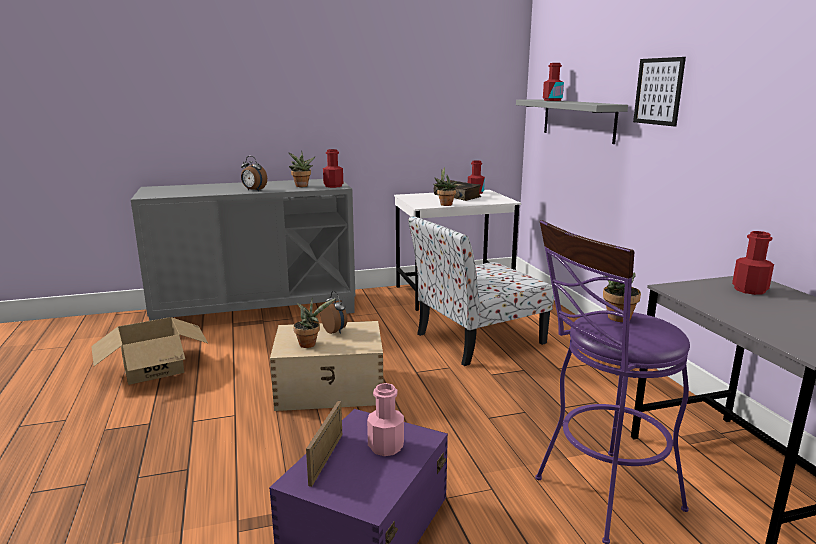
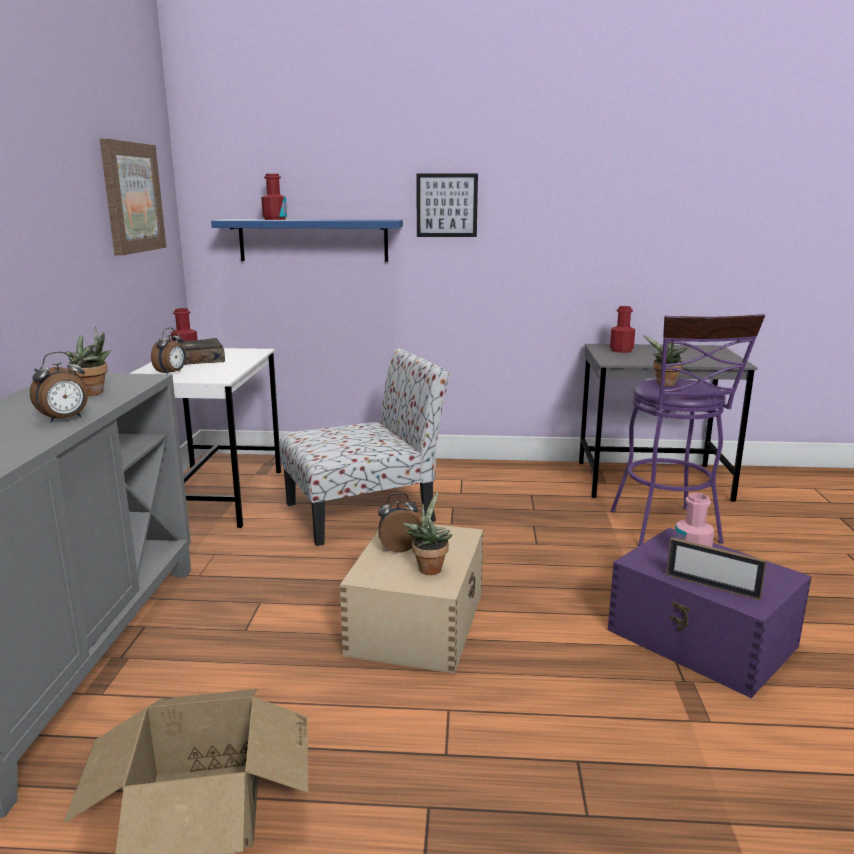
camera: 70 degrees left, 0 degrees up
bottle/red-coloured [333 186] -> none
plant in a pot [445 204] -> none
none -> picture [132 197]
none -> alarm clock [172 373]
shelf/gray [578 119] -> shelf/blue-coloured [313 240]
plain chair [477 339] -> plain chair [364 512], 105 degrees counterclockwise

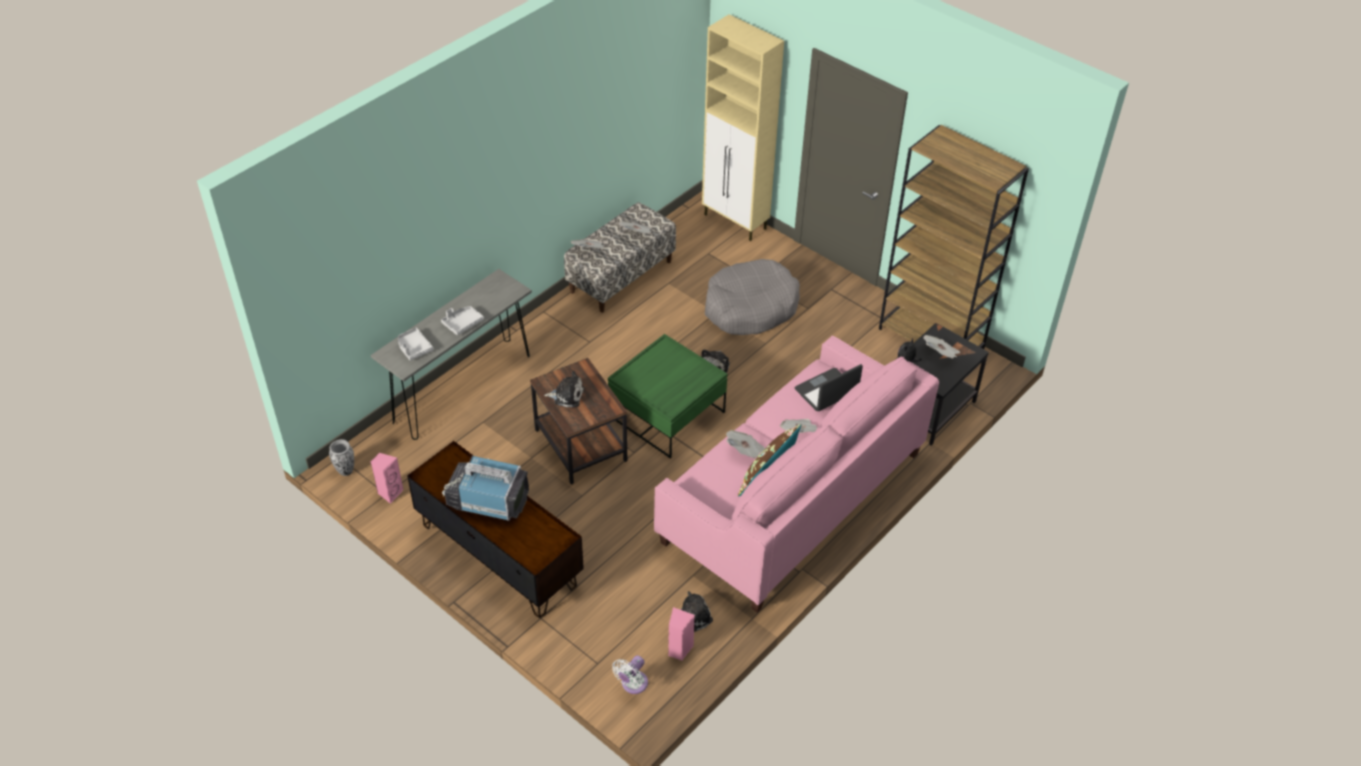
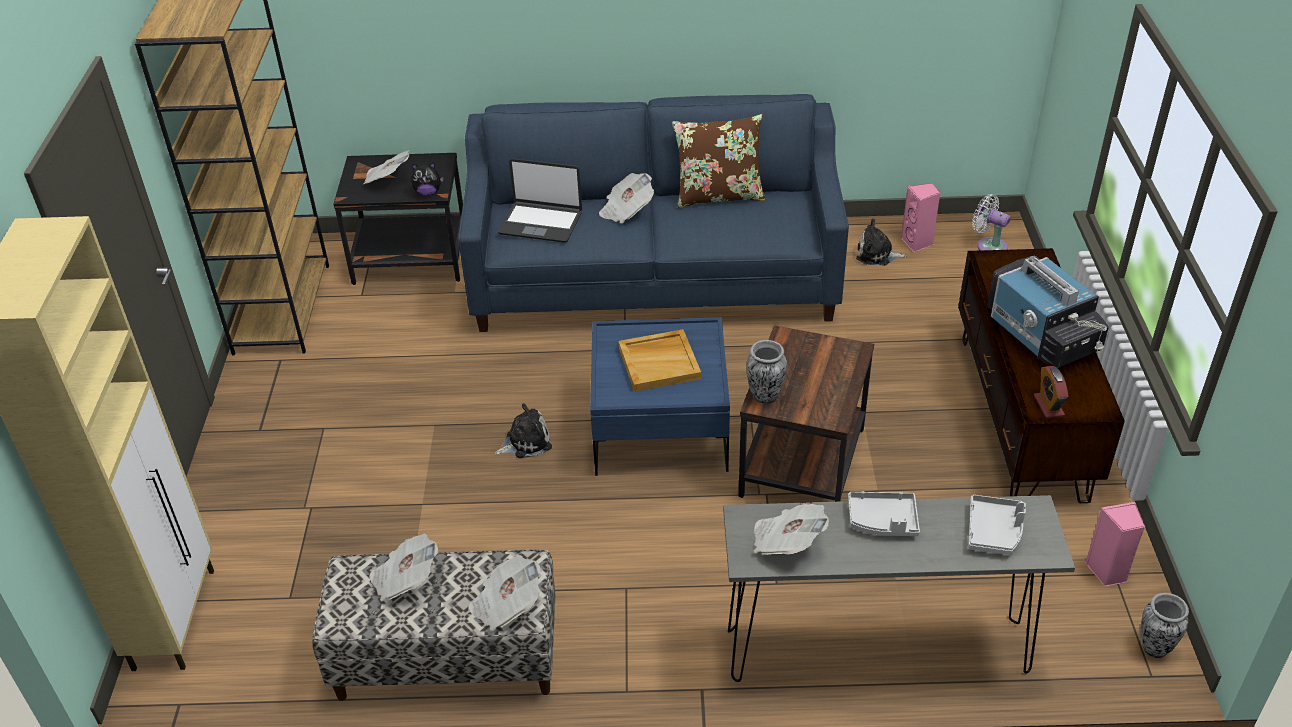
camera: 130 degrees left, 5 degrees down
cuddly toy [567 395] -> none
pet bed/gray [750 308] -> none
none -> tray/beige [659 362]
none -> vase [765 396]
none -> alarm clock [1048 406]
newspaper [745 451] -> newspaper [787 542], moved
low table/green-coloured [667 414] -> low table/blue-coloured [660 427]
sofa/pinkish [792 497] -> sofa/blue-coloured [654 276]
cooling fan/white-coloured [632 684] -> cooling fan/white-coloured [989 246], 135 degrees counterclockwise

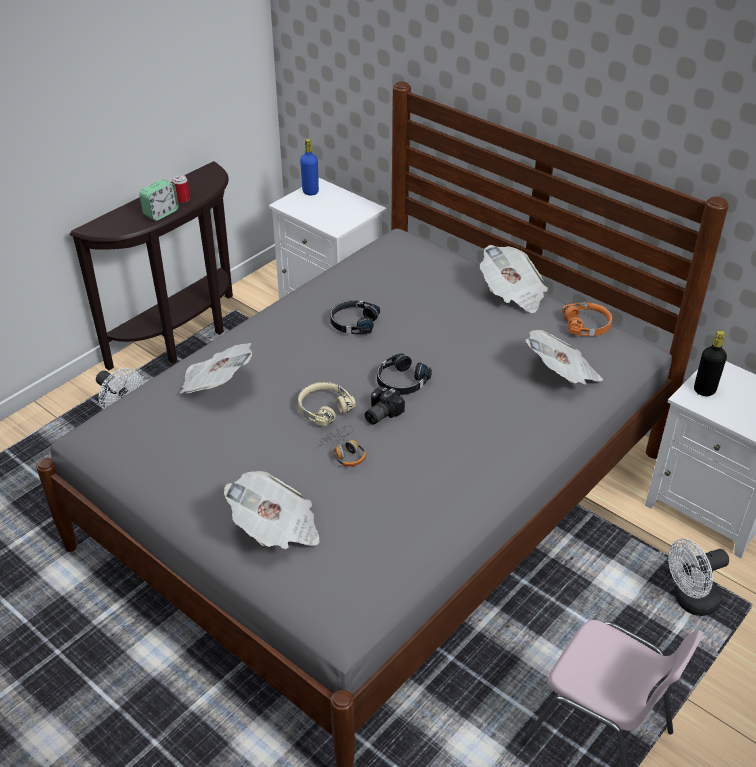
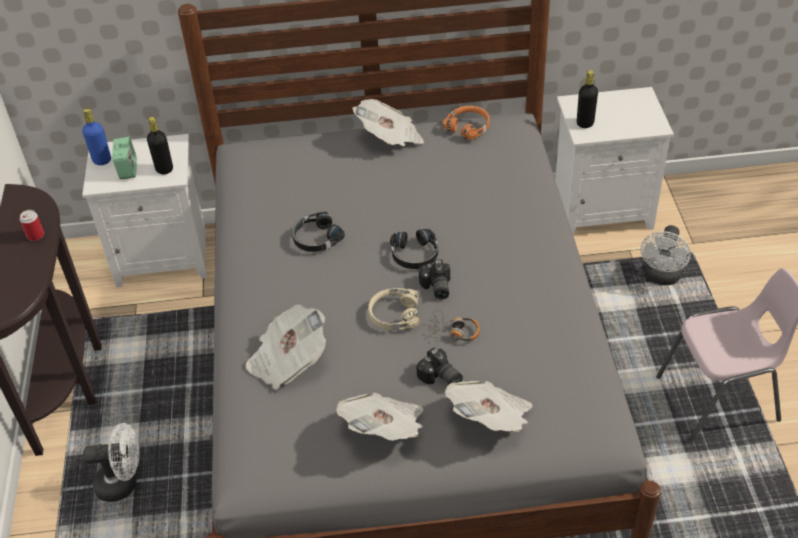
camera: 45 degrees left, 5 degrees up
none -> bottle/black [164 169]
none -> photo camera [440 378]
alarm clock [161 213] -> alarm clock [128 170], moved
newspaper [562 375] -> newspaper [385 429], moved

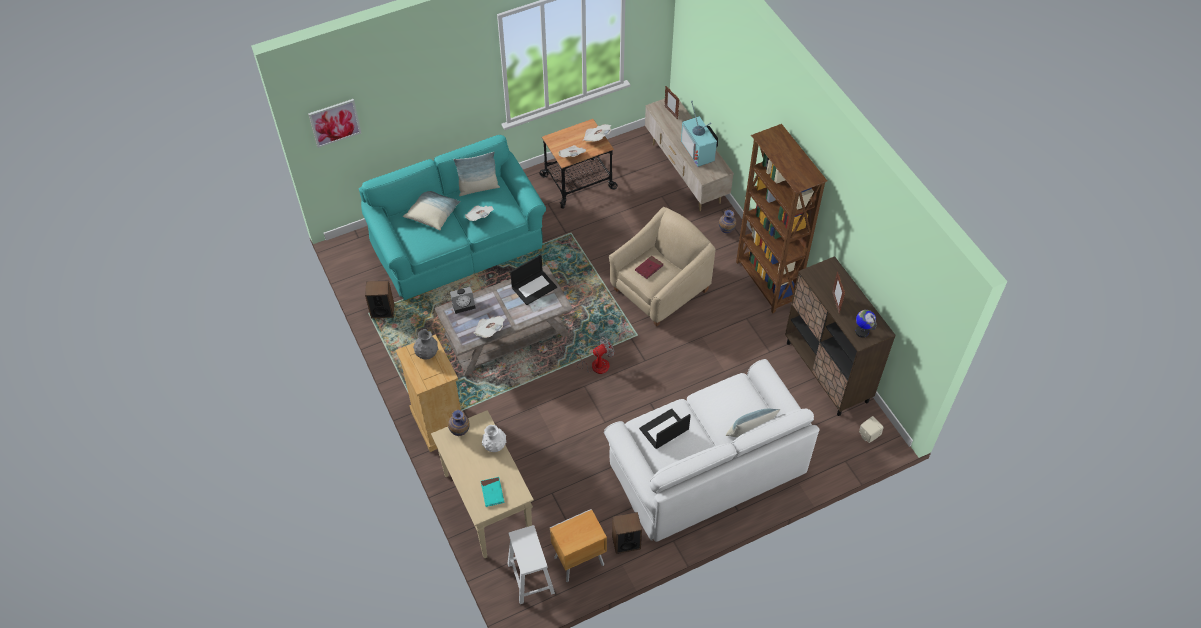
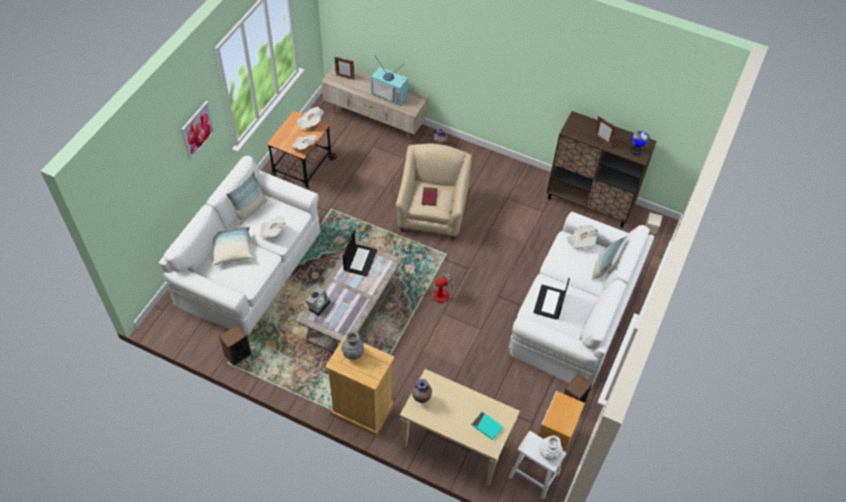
camera: 40 degrees left, 0 degrees up
bookcase/brownish [766 283] -> none
picture [335 122] -> picture [197 129], moved
newspaper [489 331] -> newspaper [581 241], moved
vase/white-coloured [494 446] -> vase/white-coloured [549 453], moved
sofa/turquoise [457 242] -> sofa/white-coloured [250 265]
cooling fan [593 364] -> cooling fan [435 293], 45 degrees clockwise

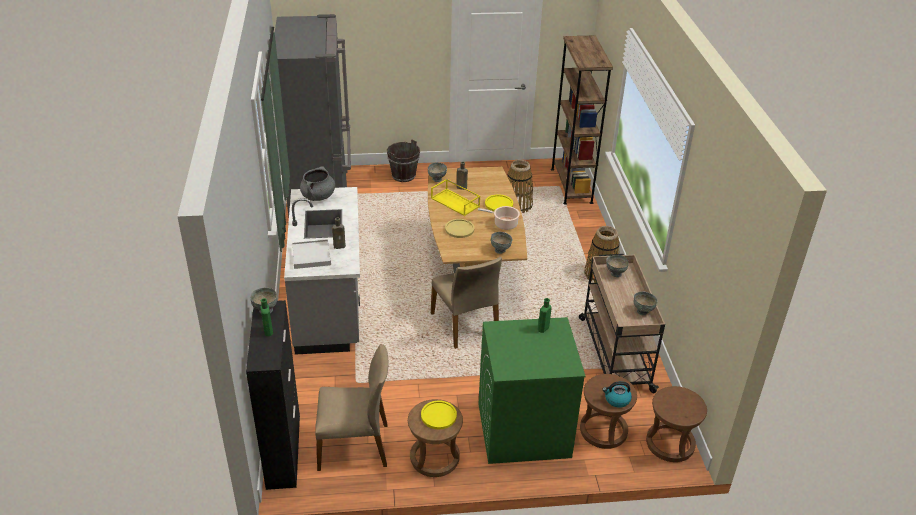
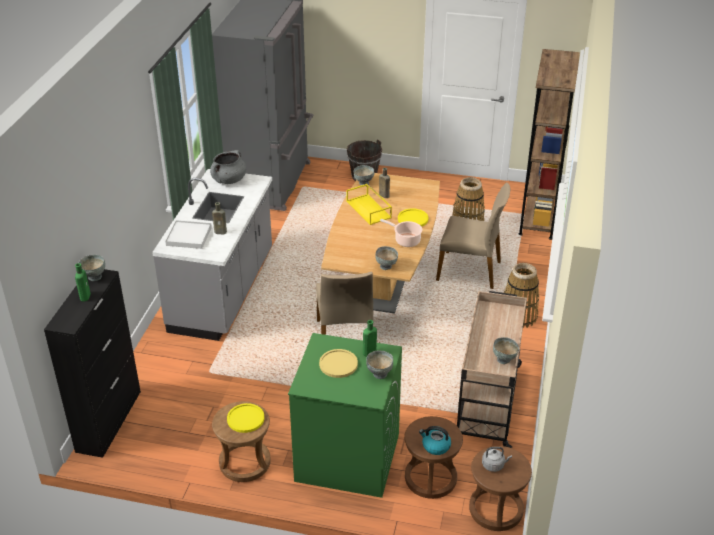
camera: 20 degrees right, 0 degrees up
none -> kettle/gray [494 465]
plain chair/beige [354 446] -> plain chair/beige [470 271], moved
dinner plate/yellowish [459 229] -> dinner plate/yellowish [338 364], moved
deep dish/gray [615 274] -> deep dish/gray [379 374], moved

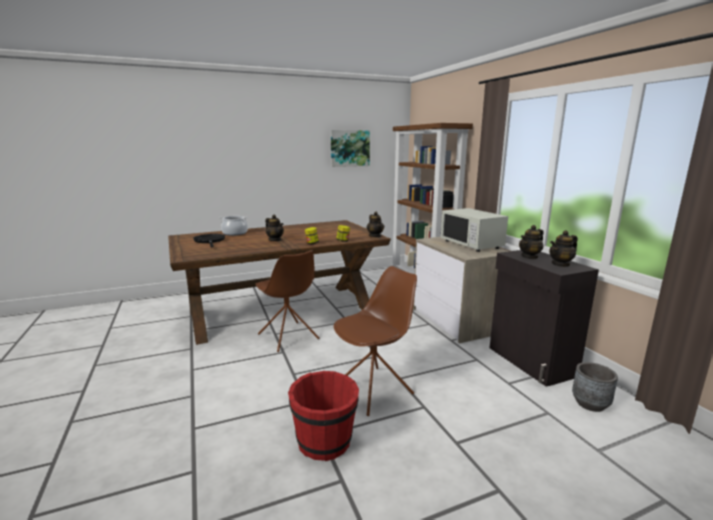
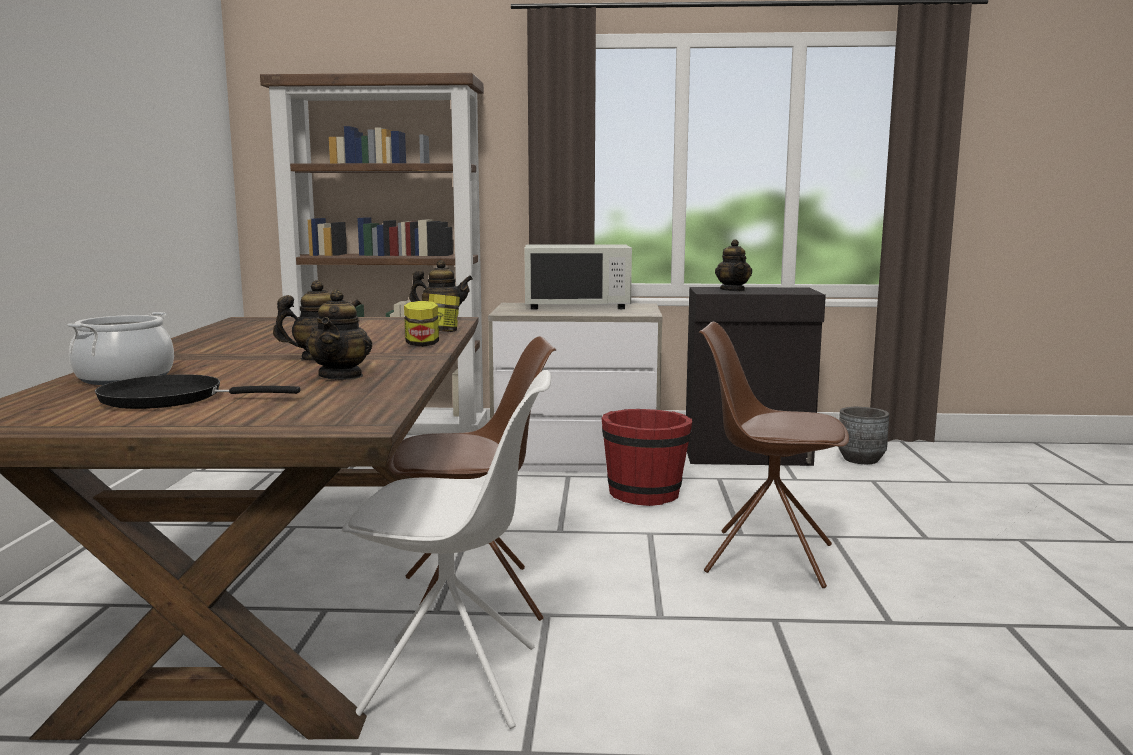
camera: 65 degrees left, 5 degrees down
picture [349 148] -> none
none -> plain chair/white-coloured [454 683]
pail/red-coloured [325 441] -> pail/red-coloured [645 494], moved
pot for tea [561 264] -> pot for tea [341 376], moved
plain chair/brownish [374 390] -> plain chair/brownish [766 558], 60 degrees counterclockwise

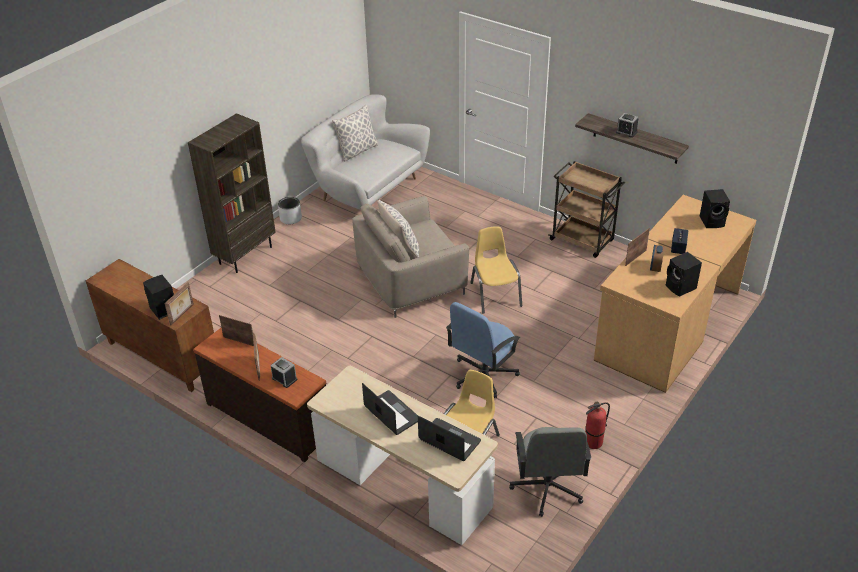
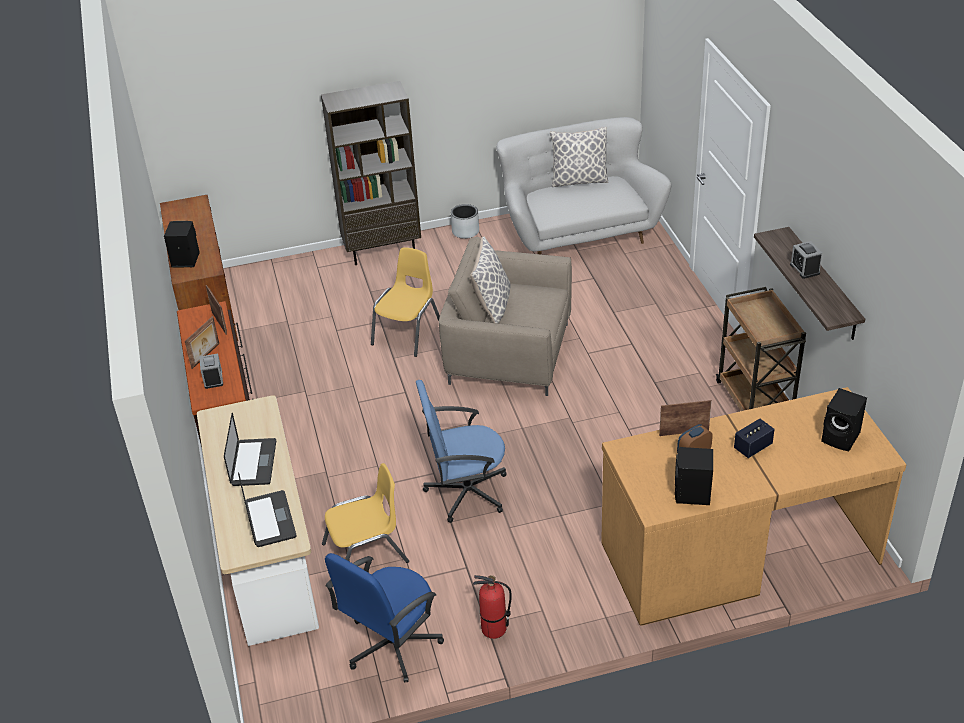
camera: 40 degrees right, 0 degrees up
picture frame [182 314] -> none
plain chair/yellowish [495 294] -> plain chair/yellowish [407 333], moved
desk chair/gray [547 488] -> desk chair/blue-coloured [391 645]

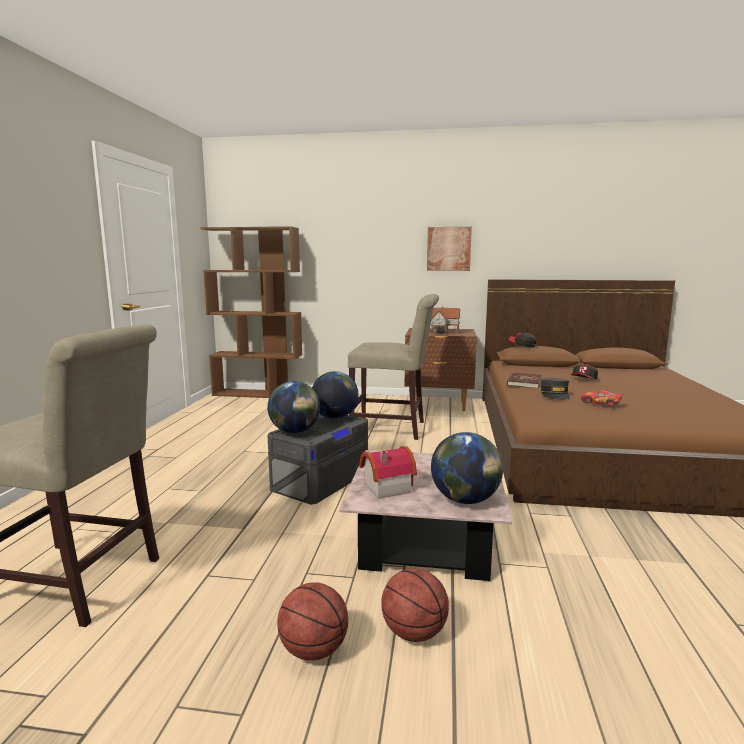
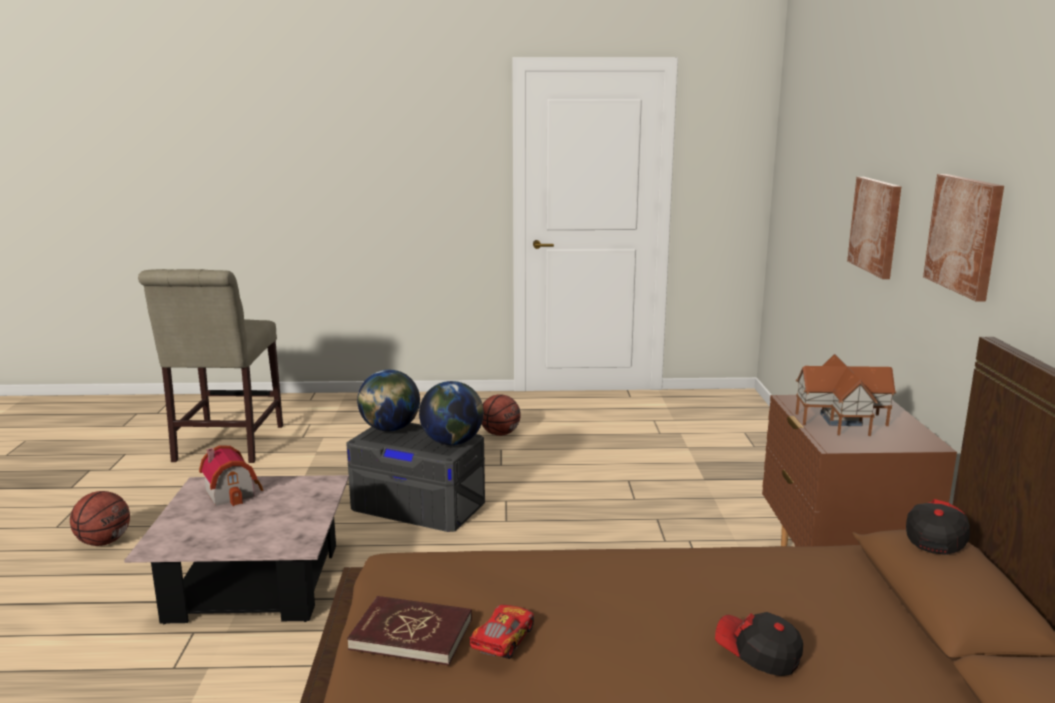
camera: 80 degrees right, 5 degrees up
bookcase/brownish [258 394] -> none
plain chair/beige [393 428] -> none
globe [465 500] -> none
cap/gray [555 395] -> none
none -> picture [876 226]
basketball ball [414 632] -> basketball ball [500 433], moved
volume/red-coloured [524 382] -> volume/red-coloured [411 634], moved

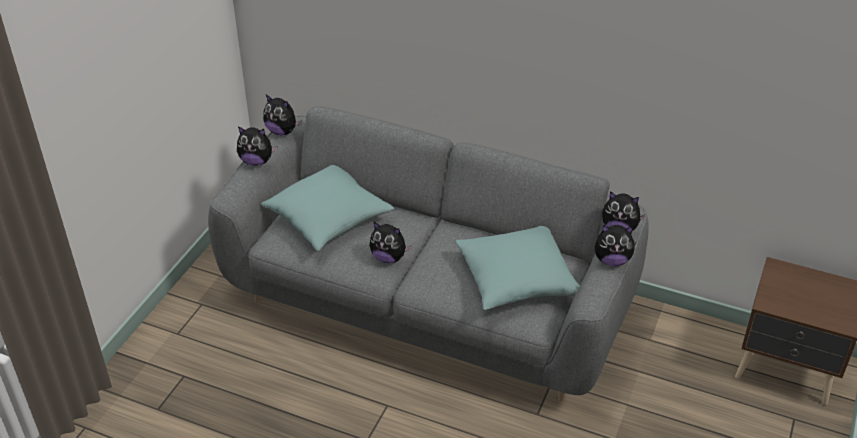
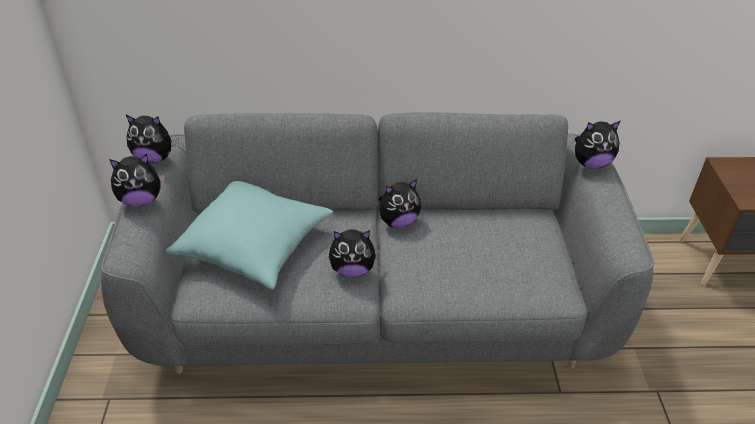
camera: 25 degrees left, 0 degrees up
cushion/turquoise [516 279] -> none
cuddly toy [612 260] -> cuddly toy [398 222], moved

